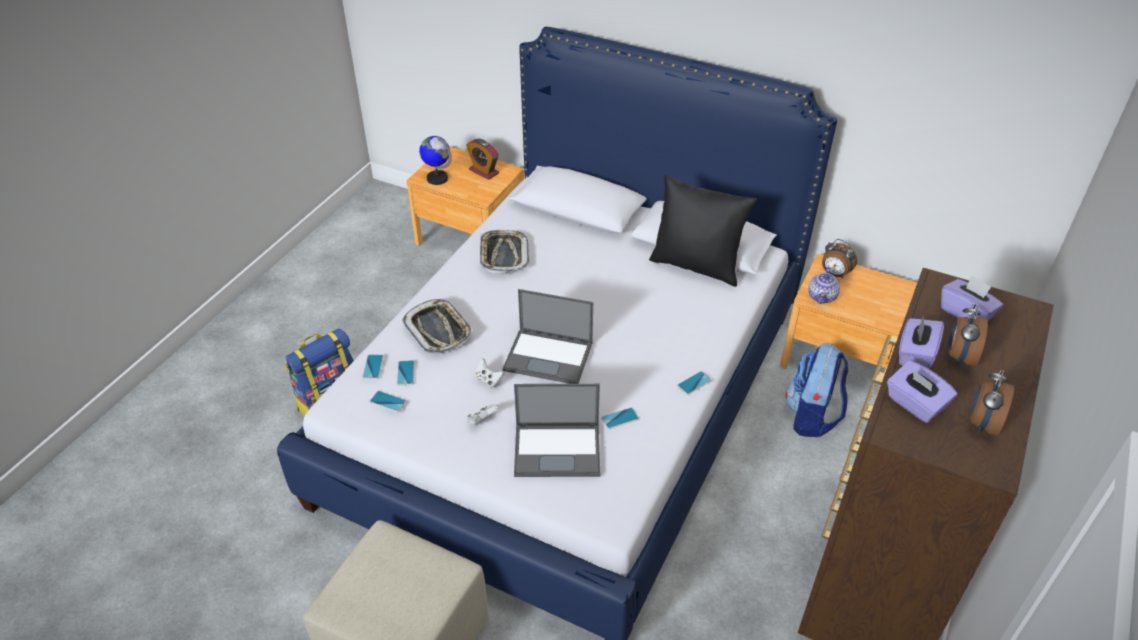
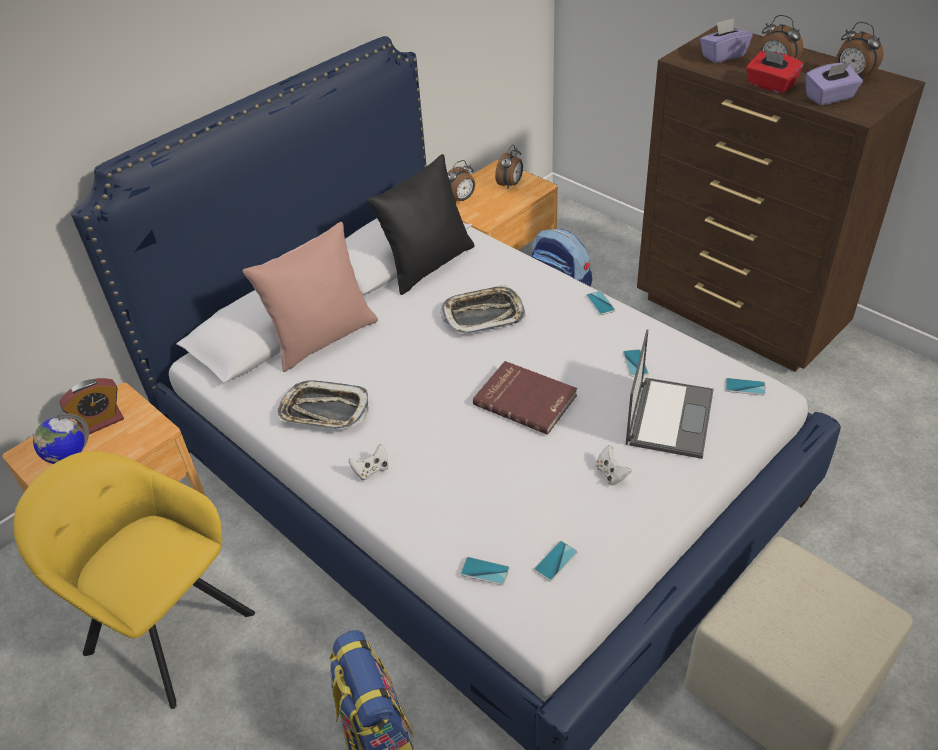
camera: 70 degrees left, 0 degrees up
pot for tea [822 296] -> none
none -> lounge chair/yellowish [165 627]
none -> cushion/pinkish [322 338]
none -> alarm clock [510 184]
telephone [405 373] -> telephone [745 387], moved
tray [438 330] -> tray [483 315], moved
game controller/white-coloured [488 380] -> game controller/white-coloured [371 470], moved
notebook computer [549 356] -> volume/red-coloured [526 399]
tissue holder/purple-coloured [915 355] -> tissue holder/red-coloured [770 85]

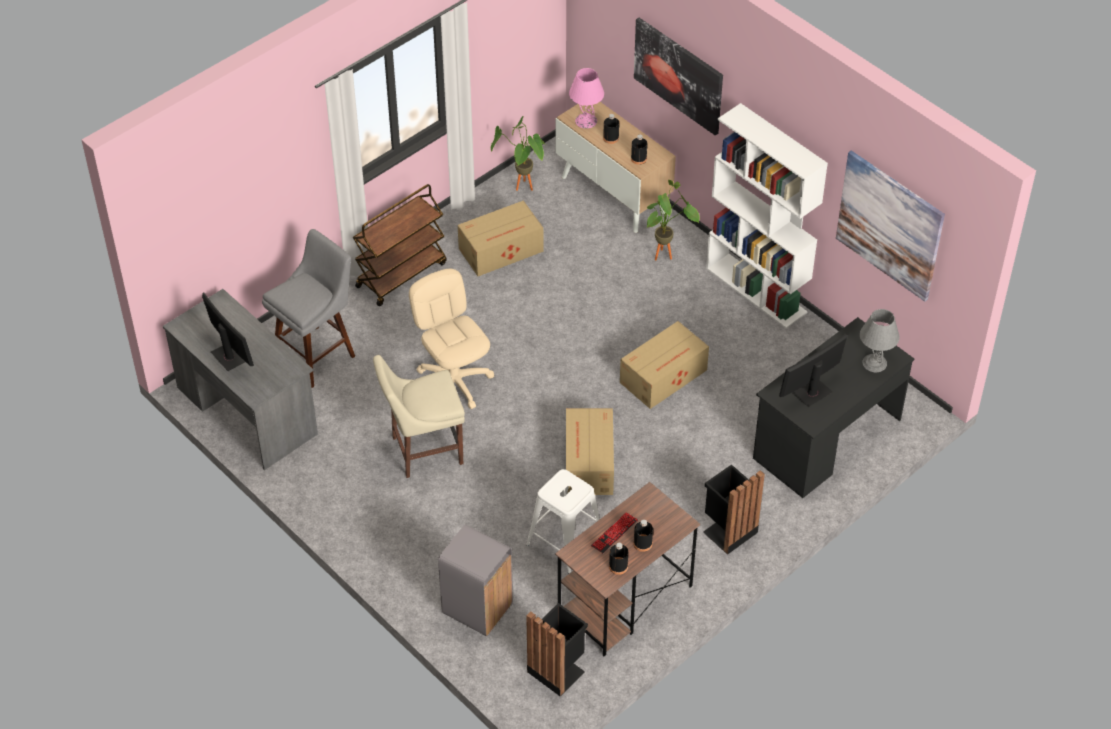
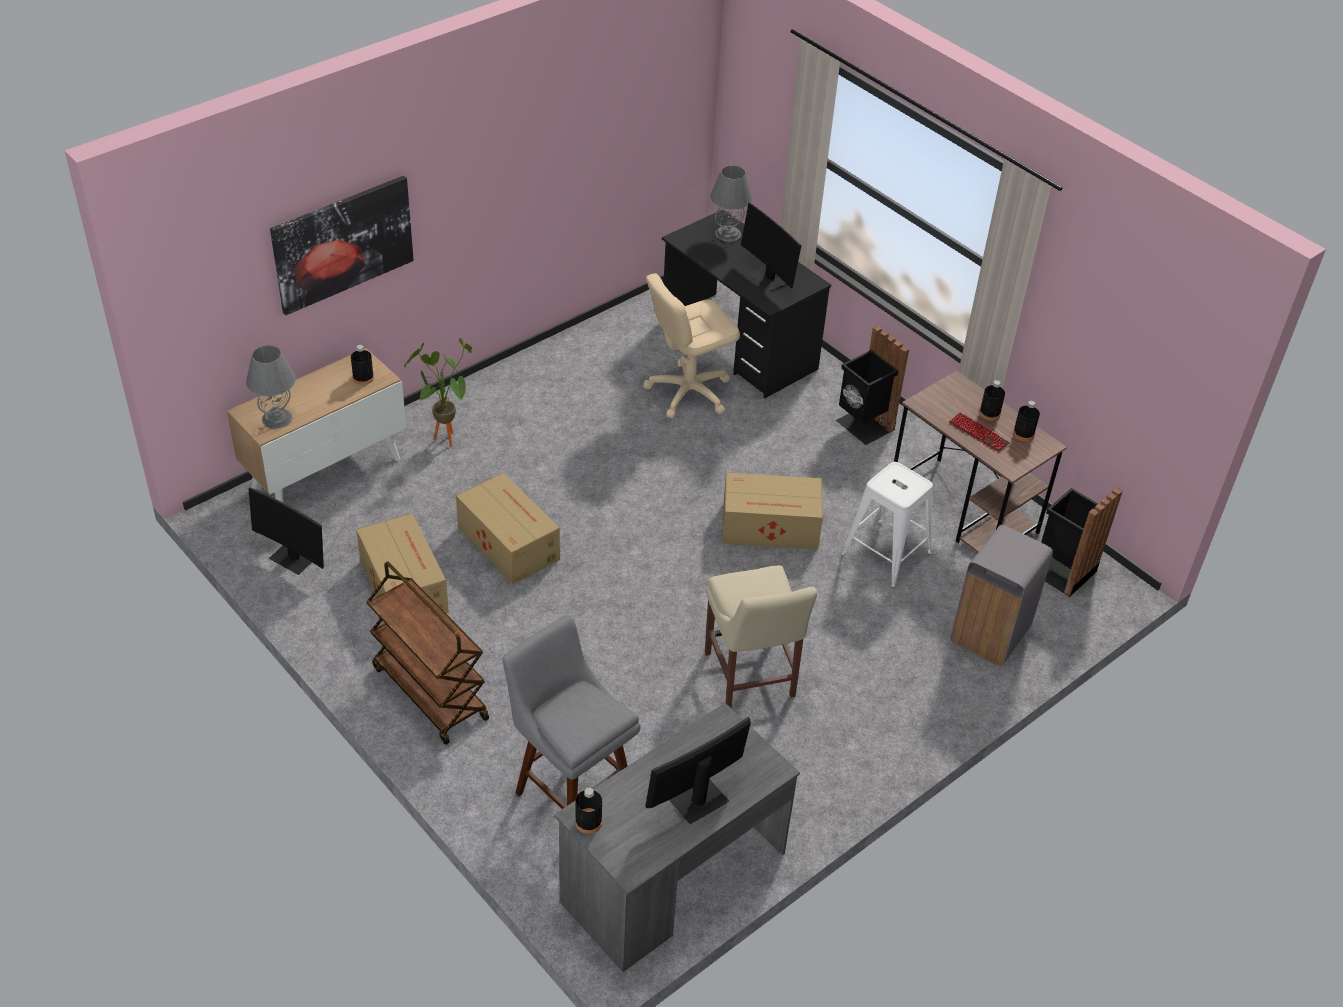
camera: 90 degrees left, 5 degrees down
bookcase/white-coloured [757 290] -> none
picture [889 225] -> none
desk chair/beige [454 382] -> desk chair/beige [688 392], moved
bottle/black [611 138] -> bottle/black [588 822], moved
cardboard box [664 376] -> cardboard box [508 542], moved
plant in a pot [523 190] -> computer display [294 558]
lamp for a table/pinkish [586 121] -> lamp for a table/gray [277 418]

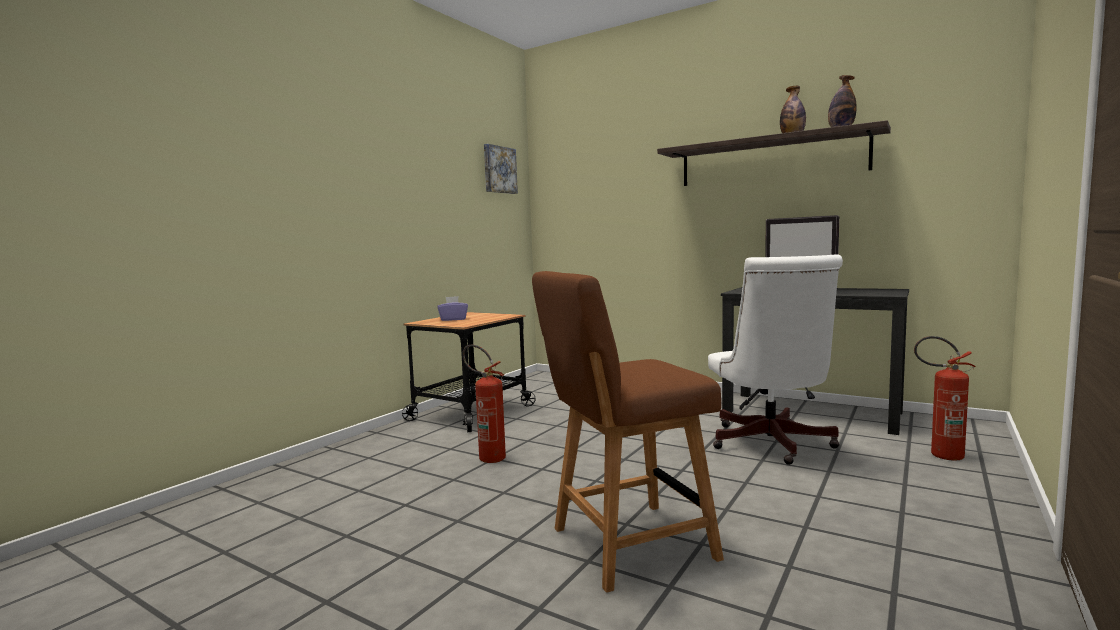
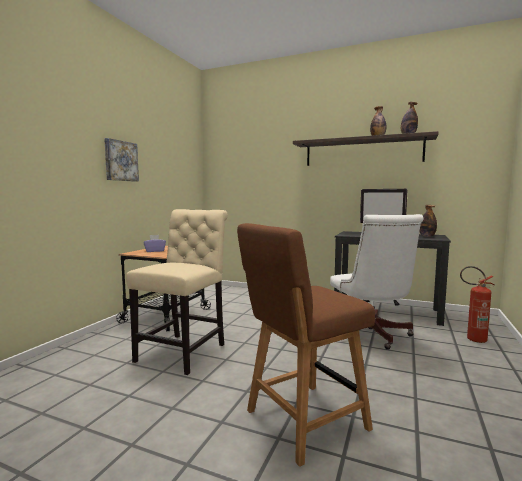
camera: 10 degrees left, 0 degrees up
none -> bottle [427 236]
picture [499 170] -> picture [120 161], moved
fire extinguisher [487 457] -> plain chair/beige [184 351]

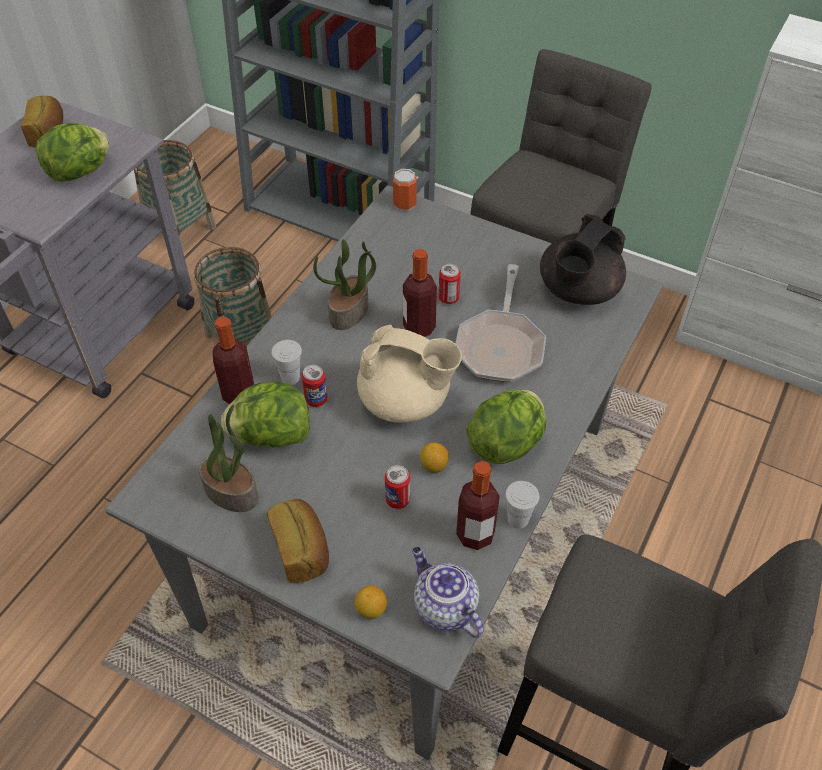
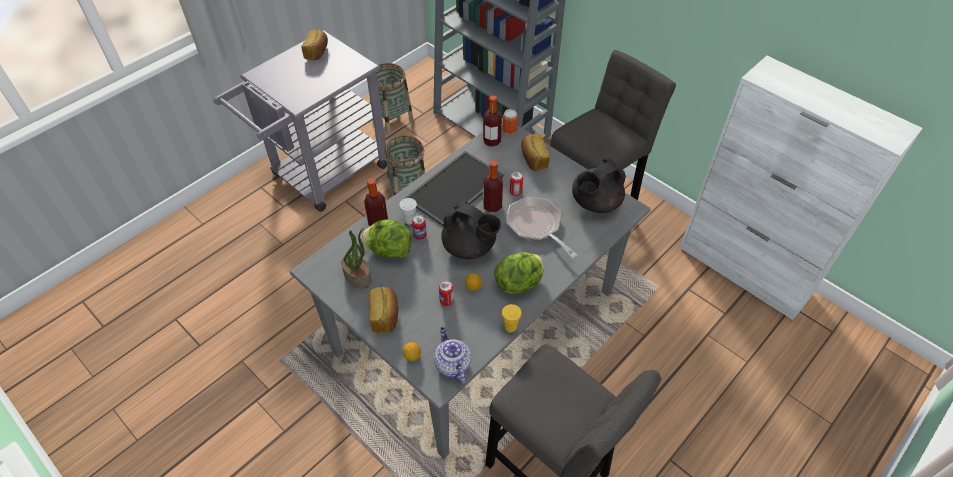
camera: 15 degrees right, 0 degrees up
lettuce head [81 172] -> none
none -> baked bread [533 159]
bottle [475 534] -> bottle [492 141], moved
plant in a pot [349 312] -> tray [455 189]
pot for tea/beige [406 401] -> pot for tea/black [470 247]
drinking cup/white-coloured [518 519] -> drinking cup/yellowish [510 327]
skillet [500 345] -> skillet [536 226], 120 degrees clockwise

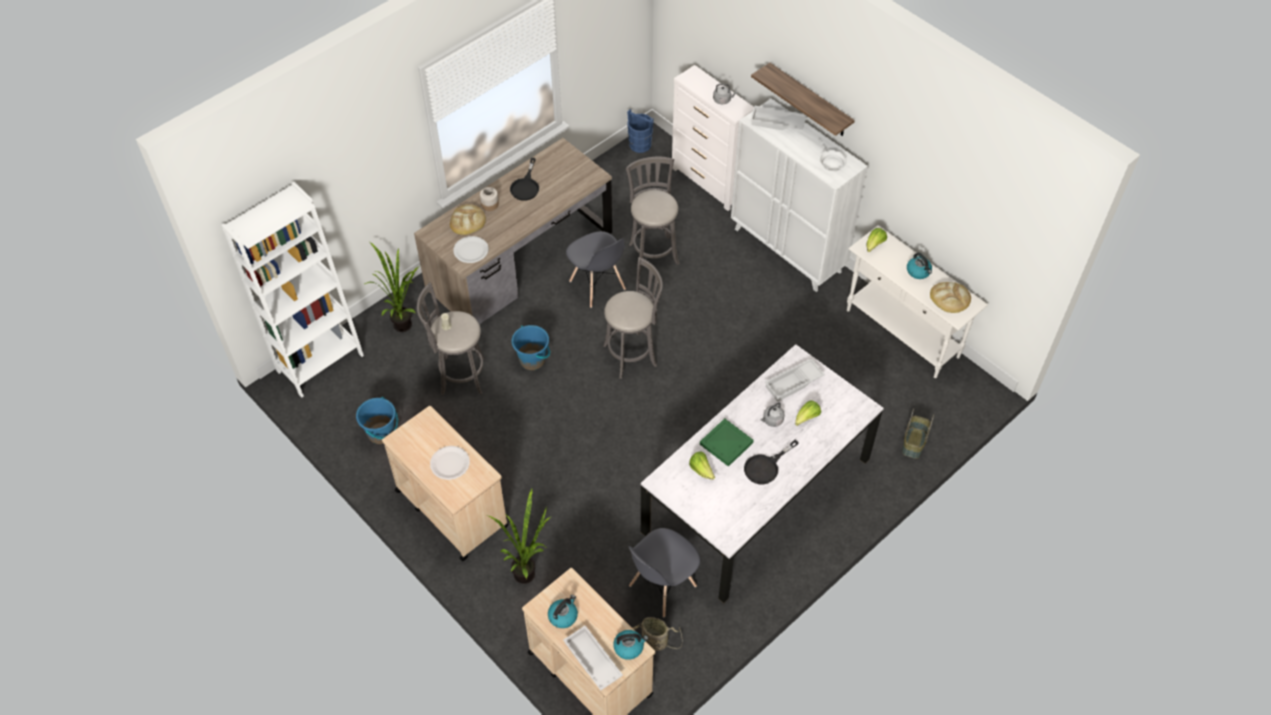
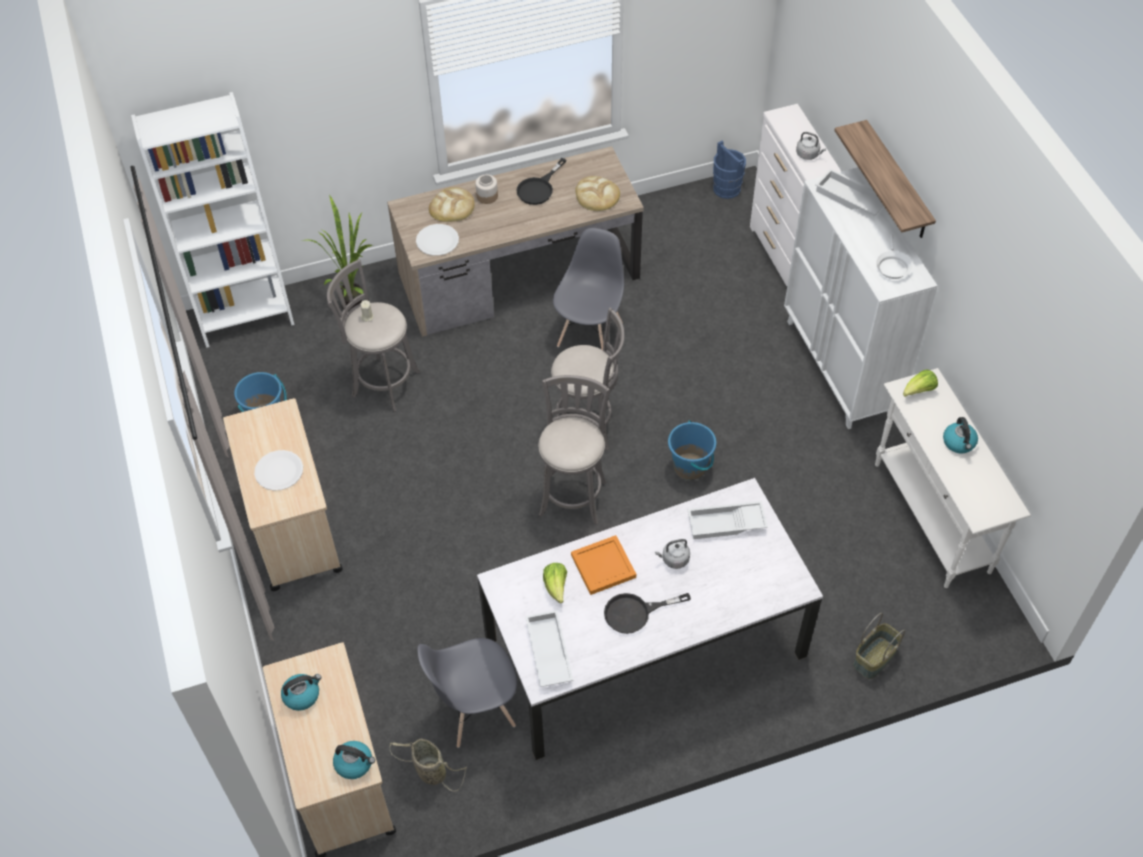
camera: 25 degrees right, 0 degrees up
plant in a pot [528 572] -> none
lettuce head [806 418] -> none
pail/blue-coloured [532 360] -> pail/blue-coloured [690 466], moved
tray/white-coloured [591 661] -> tray/white-coloured [547 652], moved
stool seat/gray [653 252] -> stool seat/gray [573 495], moved
baked bread [950 298] -> baked bread [597 196], moved
tray/green-coloured [726 444] -> tray/orange [603 567]
plain chair/gray [597 286] -> plain chair/gray [590 334], 150 degrees counterclockwise

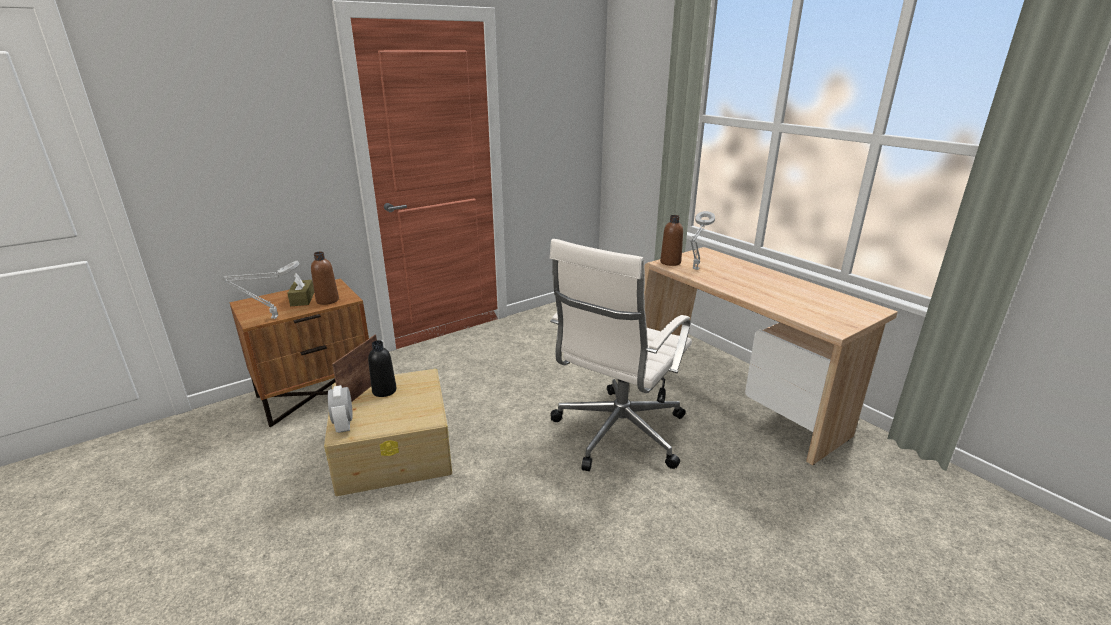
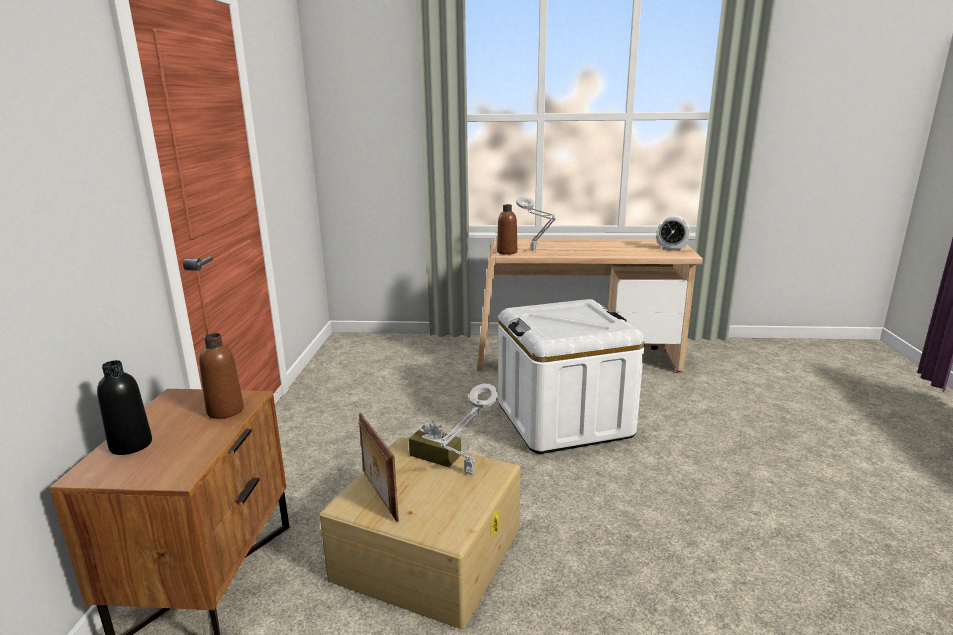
camera: 50 degrees left, 5 degrees down
lamp for a table/gray [272 318] -> lamp for a table/gray [468 474], moved
tissue holder/brownish [302 299] -> tissue holder/brownish [435 455], moved
alarm clock [344 425] -> alarm clock [671 249], moved
bottle/black [384 391] -> bottle/black [131 445], moved
desk chair/white-coloured [617 433] -> storage box/white-coloured [563 419]

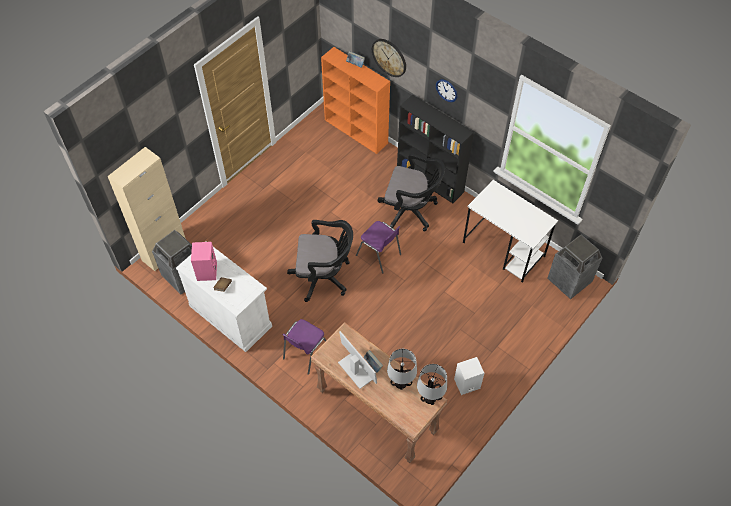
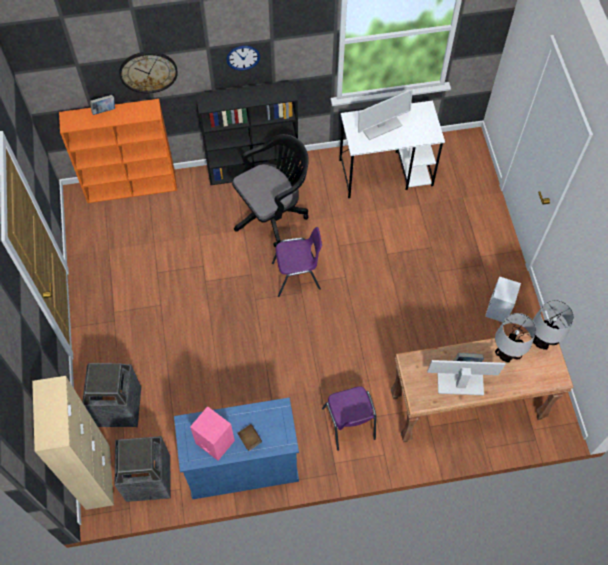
camera: 50 degrees left, 5 degrees up
desk chair/black [324 276] -> none
none -> computer display [381 126]
waste bin [569 281] -> waste bin [119 408], moved
cupboard/white-coloured [230 316] -> cupboard/blue-coloured [242 465]

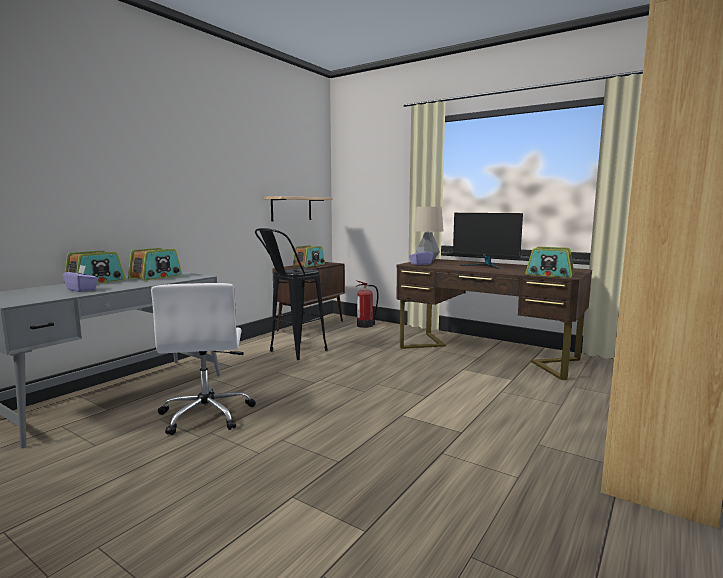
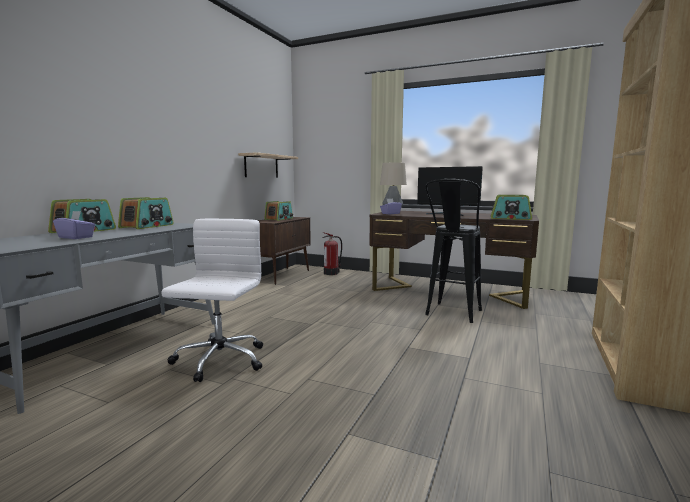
camera: 10 degrees left, 0 degrees up
stool seat/black [292 353] -> stool seat/black [451 315], moved
desk chair/white-coloured [207 414] -> desk chair/white-coloured [219 361], 150 degrees counterclockwise

